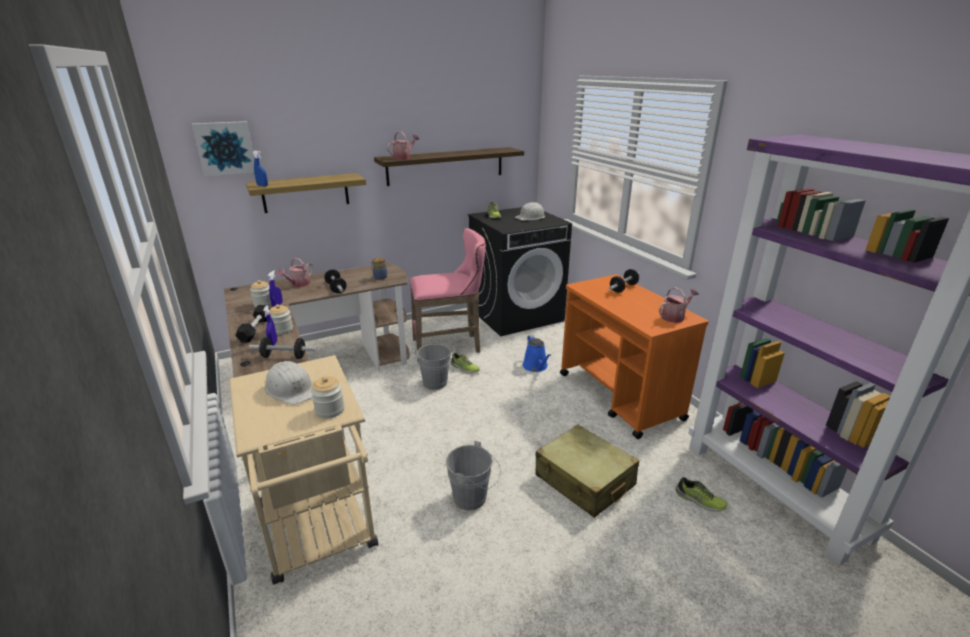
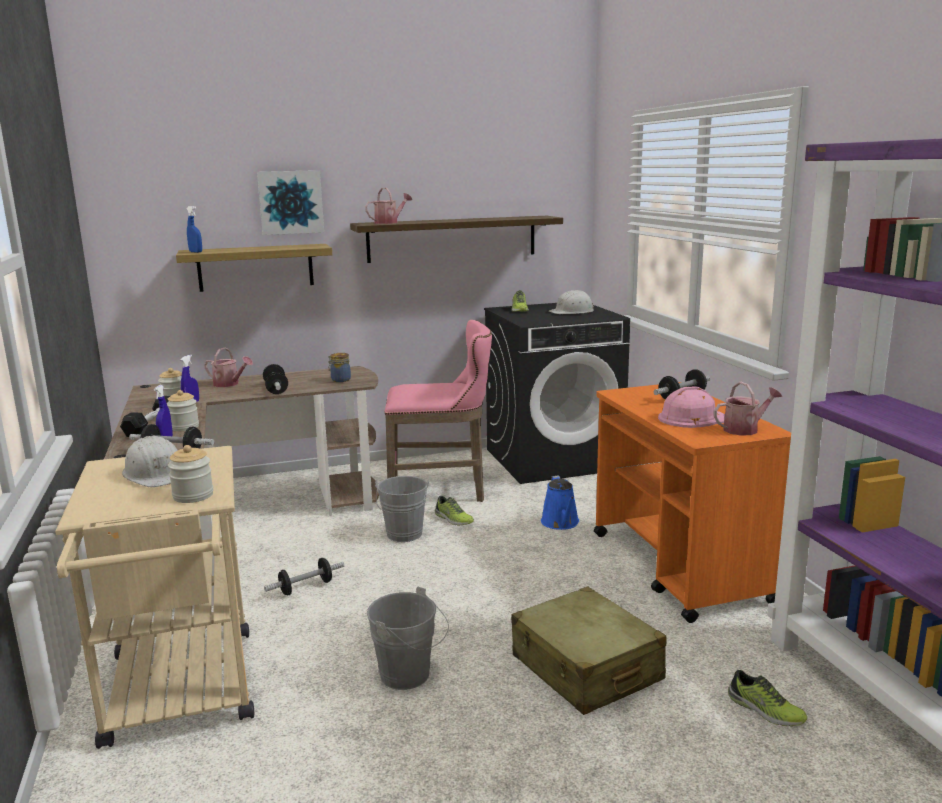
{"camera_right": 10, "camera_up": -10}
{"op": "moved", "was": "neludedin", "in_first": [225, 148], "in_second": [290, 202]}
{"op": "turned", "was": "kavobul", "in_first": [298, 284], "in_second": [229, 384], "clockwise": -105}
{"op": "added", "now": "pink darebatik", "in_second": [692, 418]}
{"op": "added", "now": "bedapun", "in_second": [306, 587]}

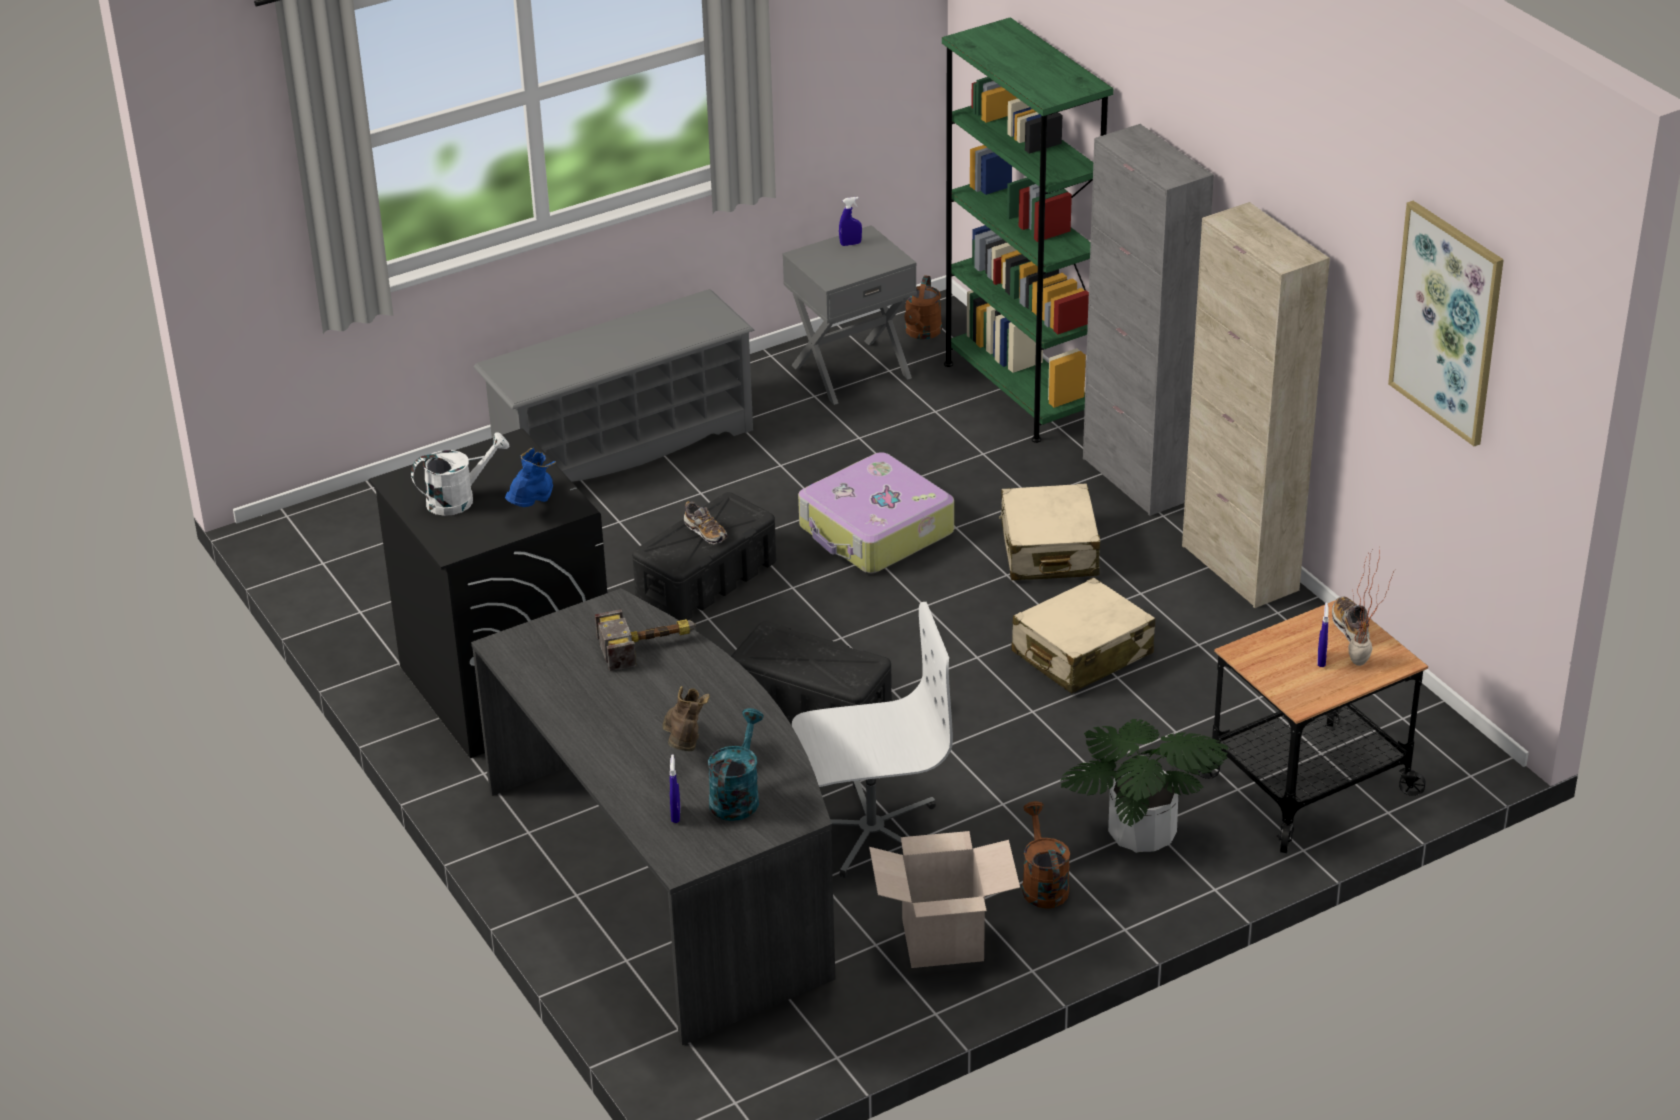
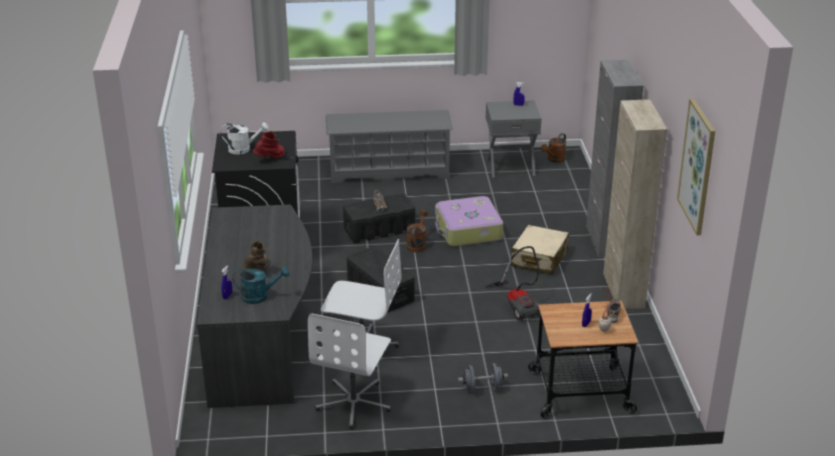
{"camera_right": 25, "camera_up": -5}
{"op": "removed", "was": "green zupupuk", "in_first": [1019, 391]}
{"op": "recoloured", "was": "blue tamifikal", "now": "red tamifikal", "in_first": [533, 505], "in_second": [270, 159]}
{"op": "replaced", "was": "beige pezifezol", "now": "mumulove", "in_first": [1081, 653], "in_second": [518, 304]}
{"op": "removed", "was": "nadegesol", "in_first": [650, 645]}
{"op": "turned", "was": "turquoise kavobul", "in_first": [737, 795], "in_second": [260, 296], "clockwise": 45}
{"op": "replaced", "was": "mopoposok", "now": "grey bedapun", "in_first": [1141, 834], "in_second": [482, 388]}
{"op": "moved", "was": "brown kavobul", "in_first": [1042, 884], "in_second": [417, 244]}
{"op": "replaced", "was": "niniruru", "now": "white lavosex", "in_first": [943, 940], "in_second": [354, 403]}

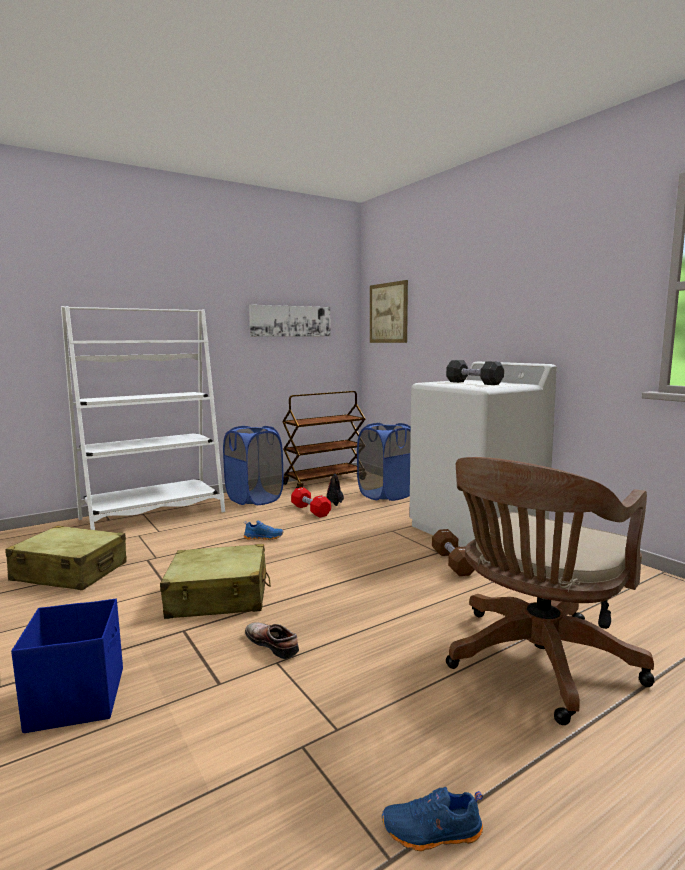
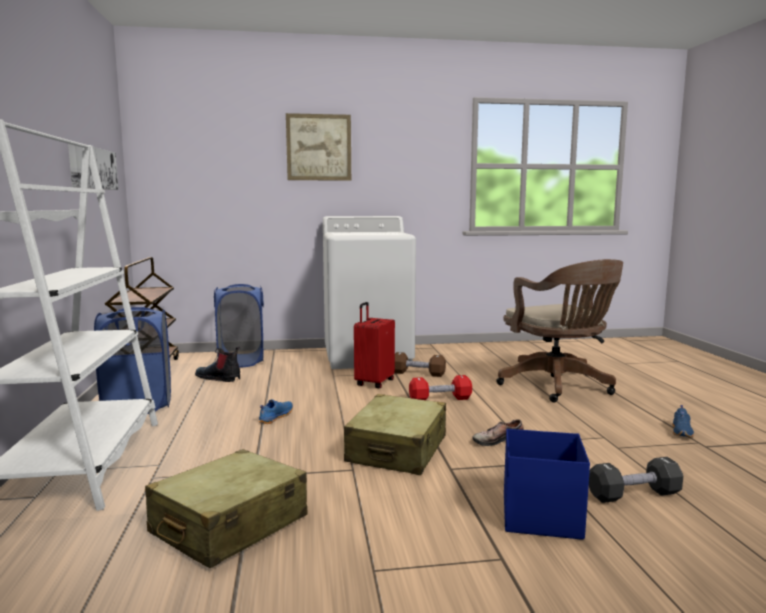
{"camera_right": -65, "camera_up": 0}
{"op": "moved", "was": "neludedin", "in_first": [388, 313], "in_second": [319, 147]}
{"op": "moved", "was": "black bedapun", "in_first": [473, 383], "in_second": [634, 495]}
{"op": "moved", "was": "red bedapun", "in_first": [310, 510], "in_second": [440, 399]}
{"op": "added", "now": "red pezifezol", "in_second": [374, 383]}

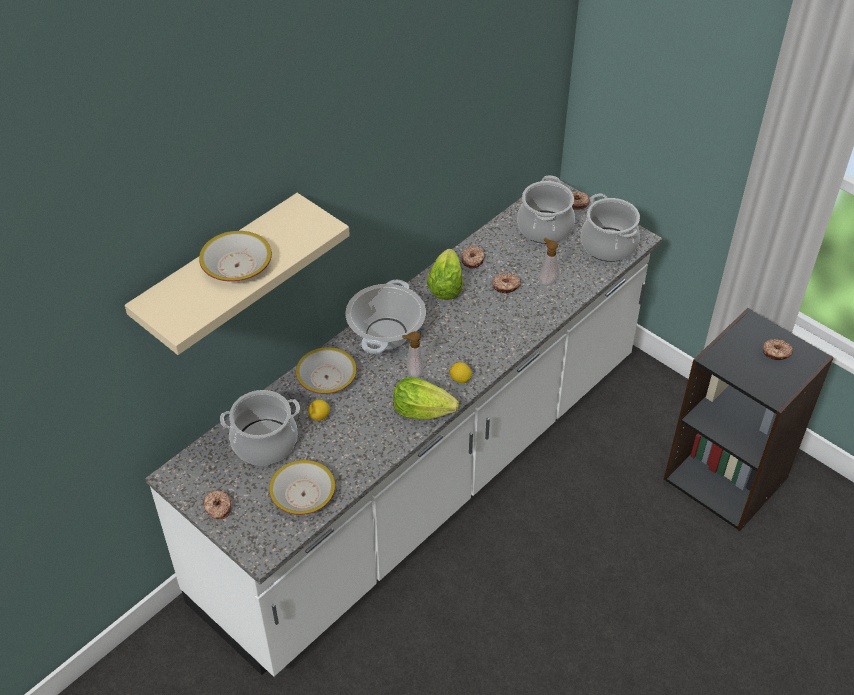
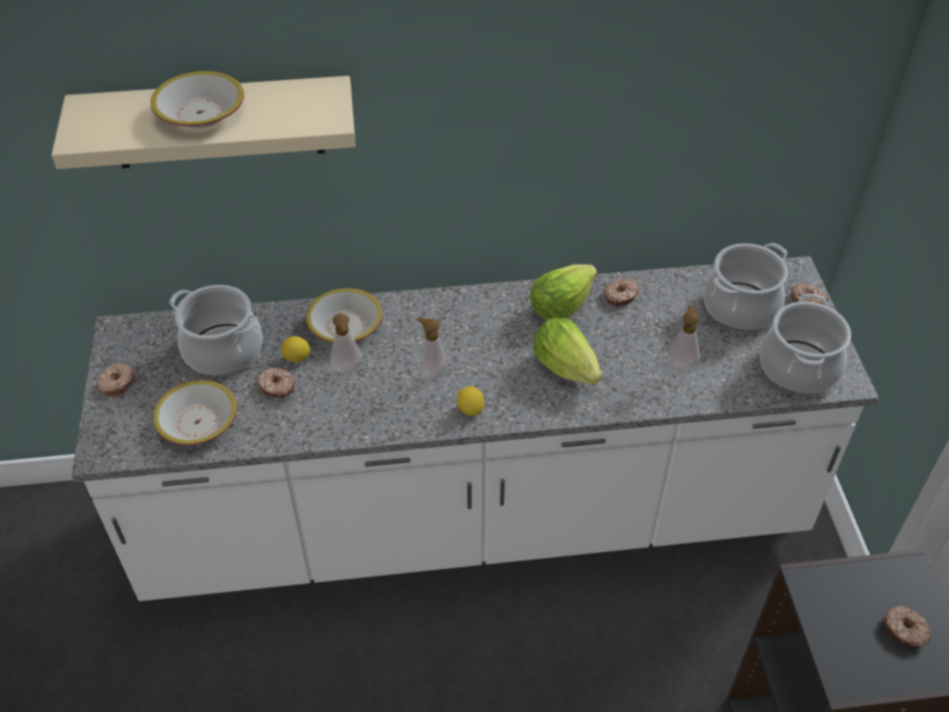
{"camera_right": 40, "camera_up": 0}
{"op": "moved", "was": "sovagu", "in_first": [506, 286], "in_second": [277, 387]}
{"op": "removed", "was": "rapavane", "in_first": [386, 333]}
{"op": "moved", "was": "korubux", "in_first": [422, 411], "in_second": [565, 367]}
{"op": "added", "now": "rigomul", "in_second": [347, 370]}

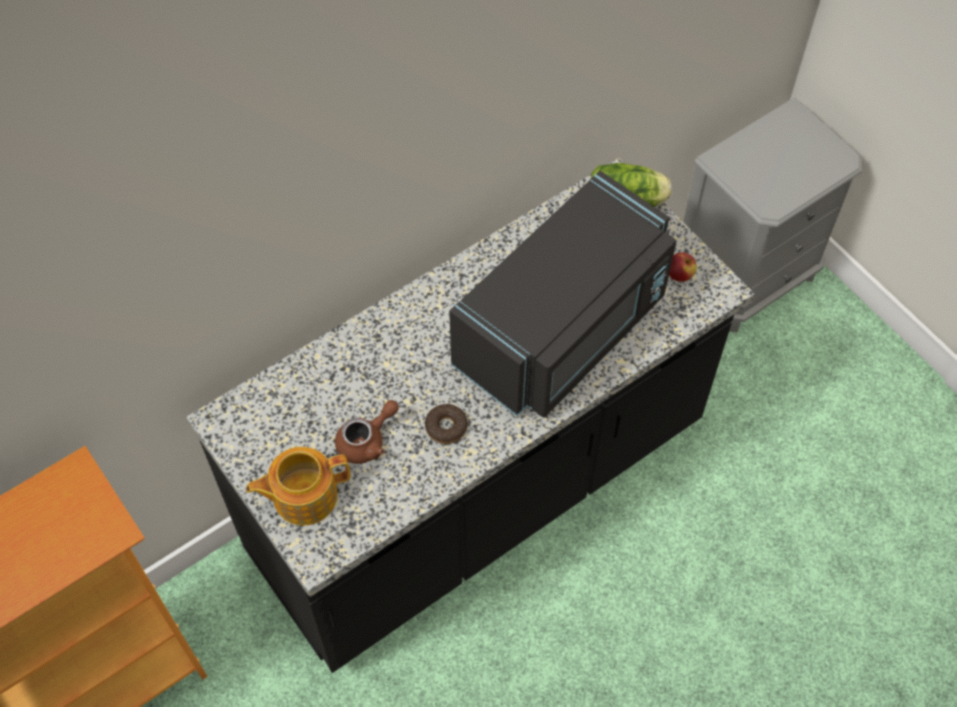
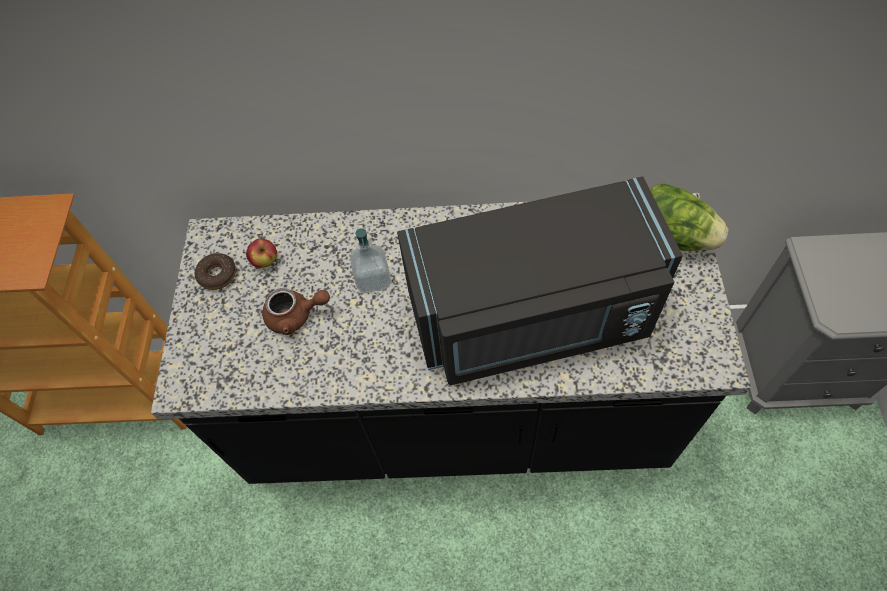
{"camera_right": 40, "camera_up": 0}
{"op": "moved", "was": "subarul", "in_first": [680, 275], "in_second": [265, 261]}
{"op": "moved", "was": "sovagu", "in_first": [446, 427], "in_second": [217, 275]}
{"op": "removed", "was": "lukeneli", "in_first": [303, 495]}
{"op": "added", "now": "rigomul", "in_second": [373, 279]}

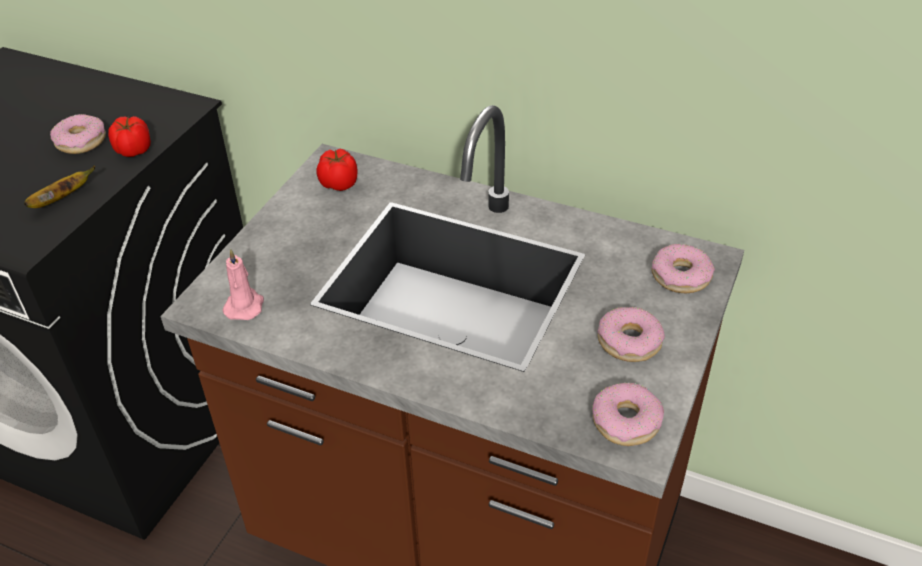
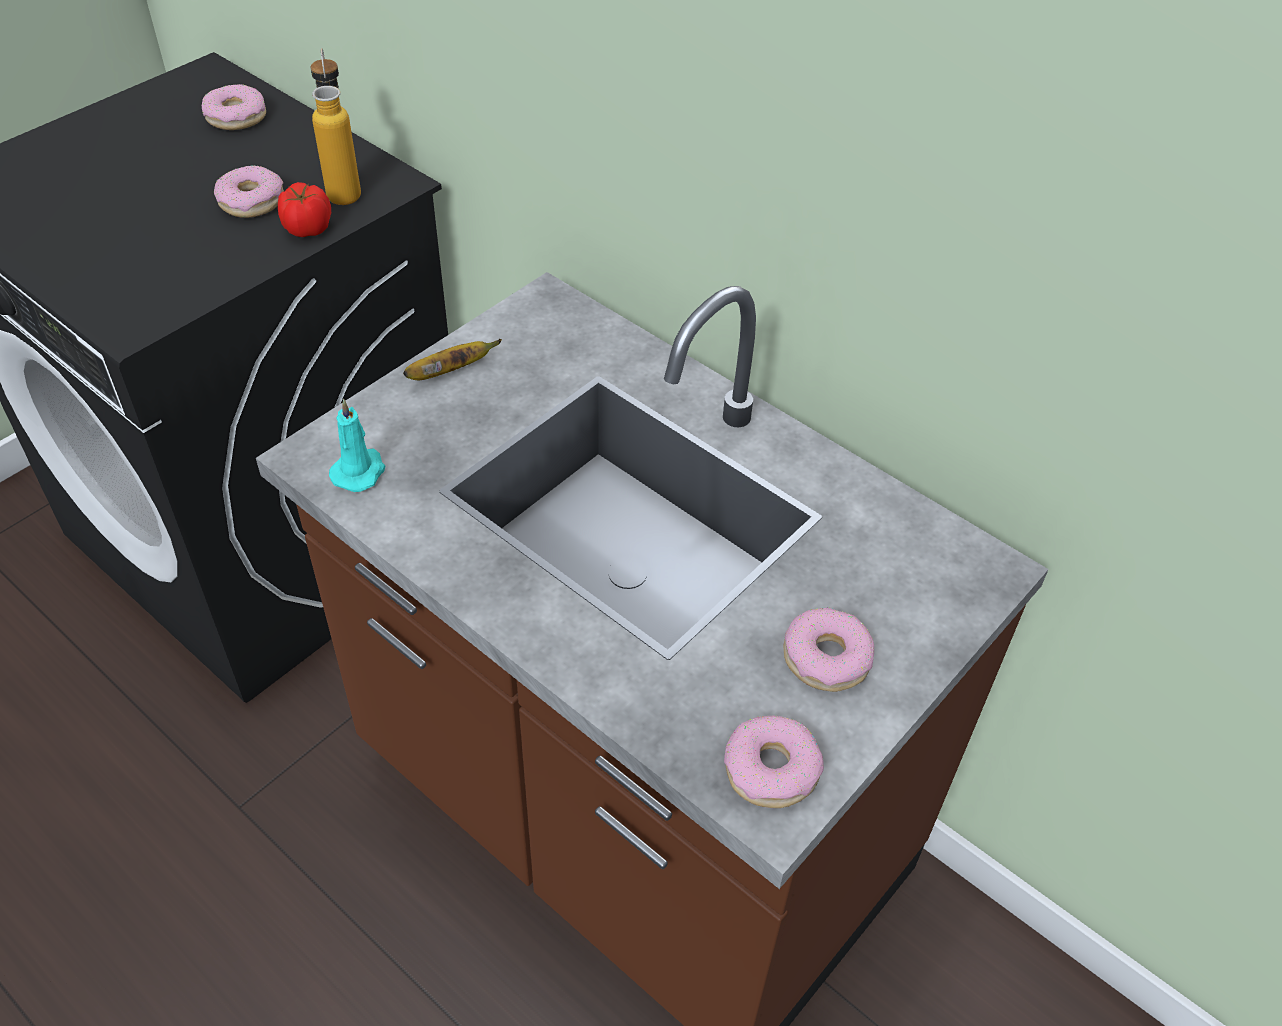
{"camera_right": 15, "camera_up": 5}
{"op": "removed", "was": "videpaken", "in_first": [339, 183]}
{"op": "moved", "was": "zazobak", "in_first": [62, 199], "in_second": [450, 372]}
{"op": "moved", "was": "sovagu", "in_first": [681, 276], "in_second": [236, 117]}
{"op": "recoloured", "was": "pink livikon", "now": "turquoise livikon", "in_first": [245, 305], "in_second": [359, 471]}
{"op": "added", "now": "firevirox", "in_second": [343, 188]}

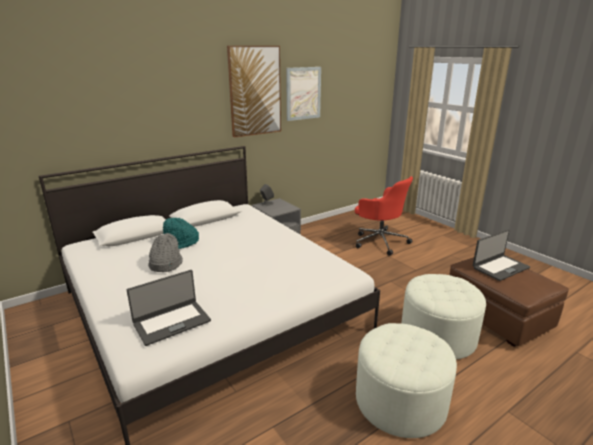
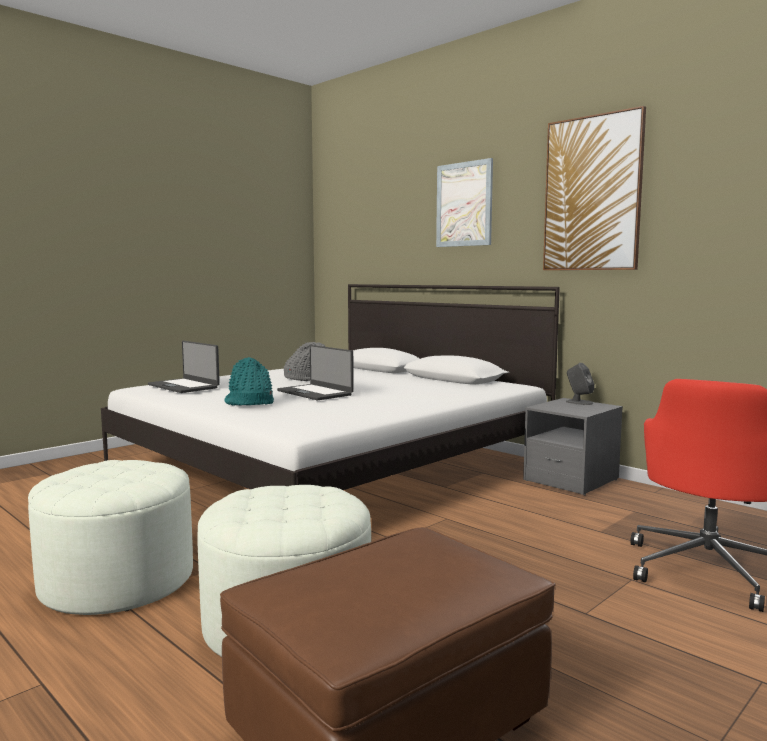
{"camera_right": 80, "camera_up": -15}
{"op": "moved", "was": "neludedin", "in_first": [303, 93], "in_second": [464, 204]}
{"op": "moved", "was": "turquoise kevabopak", "in_first": [180, 243], "in_second": [249, 403]}
{"op": "moved", "was": "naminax", "in_first": [500, 267], "in_second": [315, 393]}

